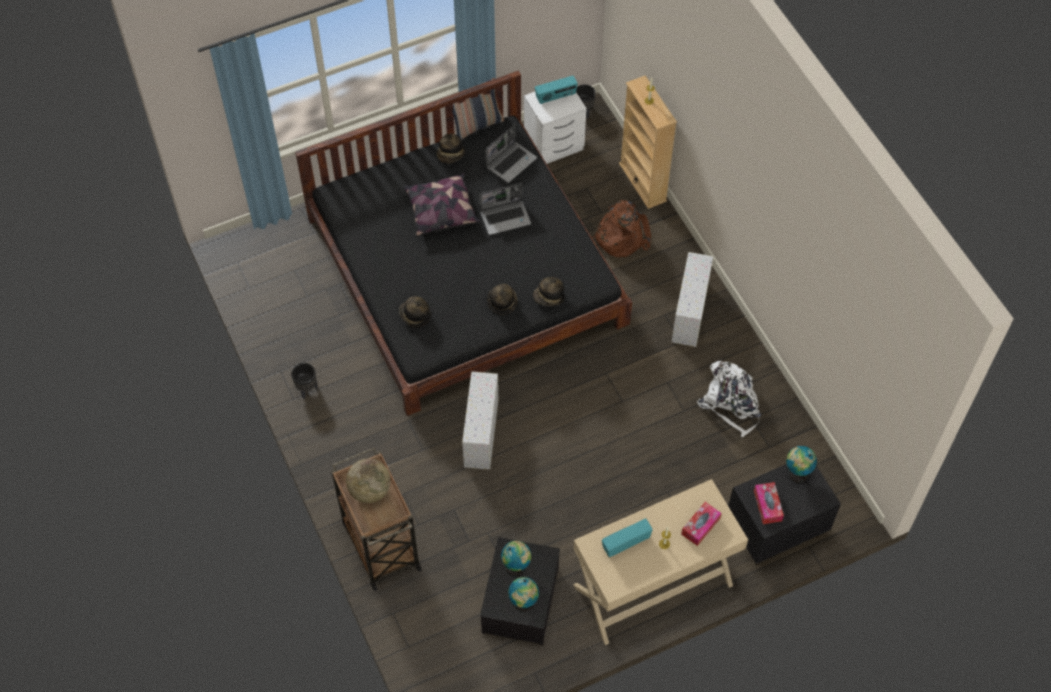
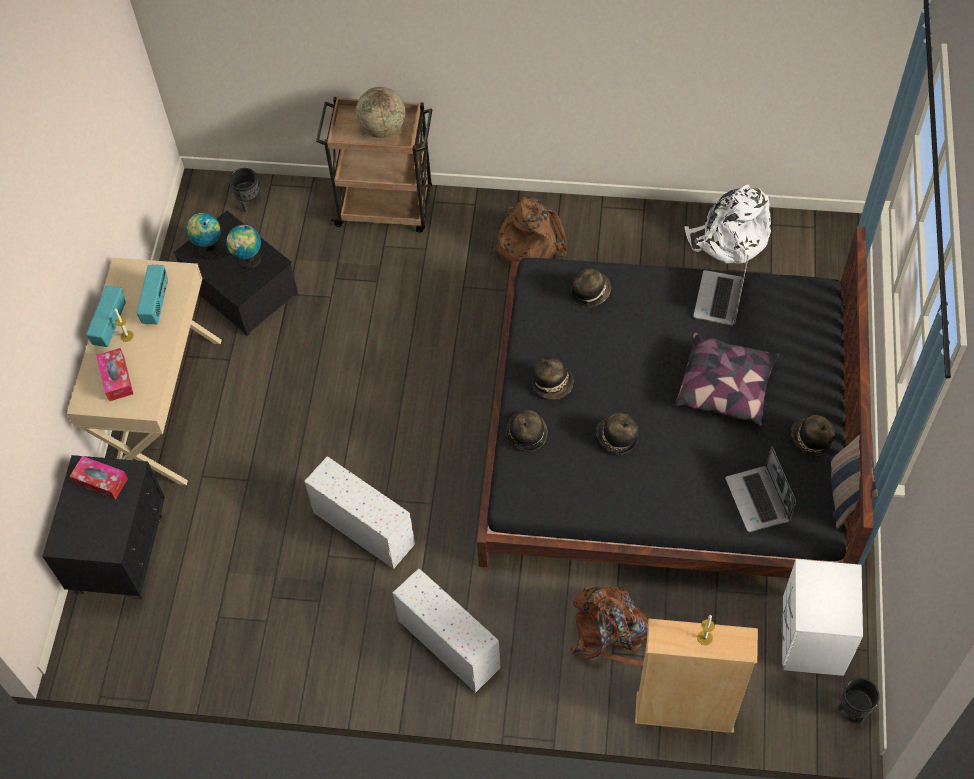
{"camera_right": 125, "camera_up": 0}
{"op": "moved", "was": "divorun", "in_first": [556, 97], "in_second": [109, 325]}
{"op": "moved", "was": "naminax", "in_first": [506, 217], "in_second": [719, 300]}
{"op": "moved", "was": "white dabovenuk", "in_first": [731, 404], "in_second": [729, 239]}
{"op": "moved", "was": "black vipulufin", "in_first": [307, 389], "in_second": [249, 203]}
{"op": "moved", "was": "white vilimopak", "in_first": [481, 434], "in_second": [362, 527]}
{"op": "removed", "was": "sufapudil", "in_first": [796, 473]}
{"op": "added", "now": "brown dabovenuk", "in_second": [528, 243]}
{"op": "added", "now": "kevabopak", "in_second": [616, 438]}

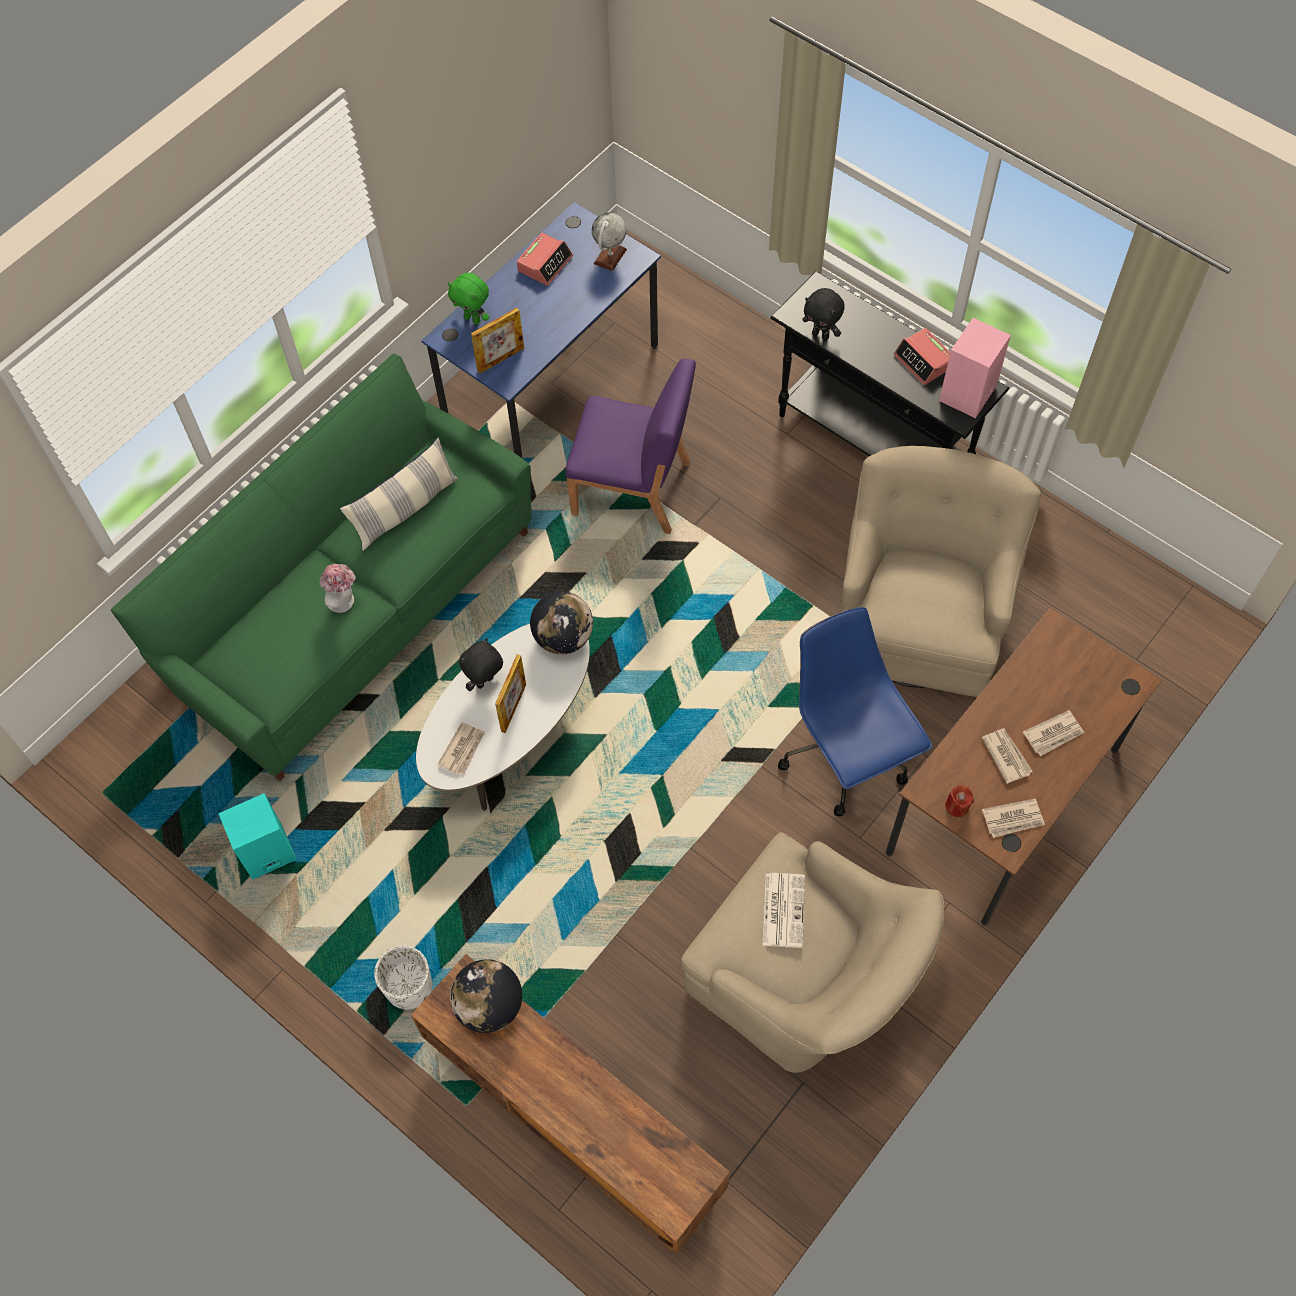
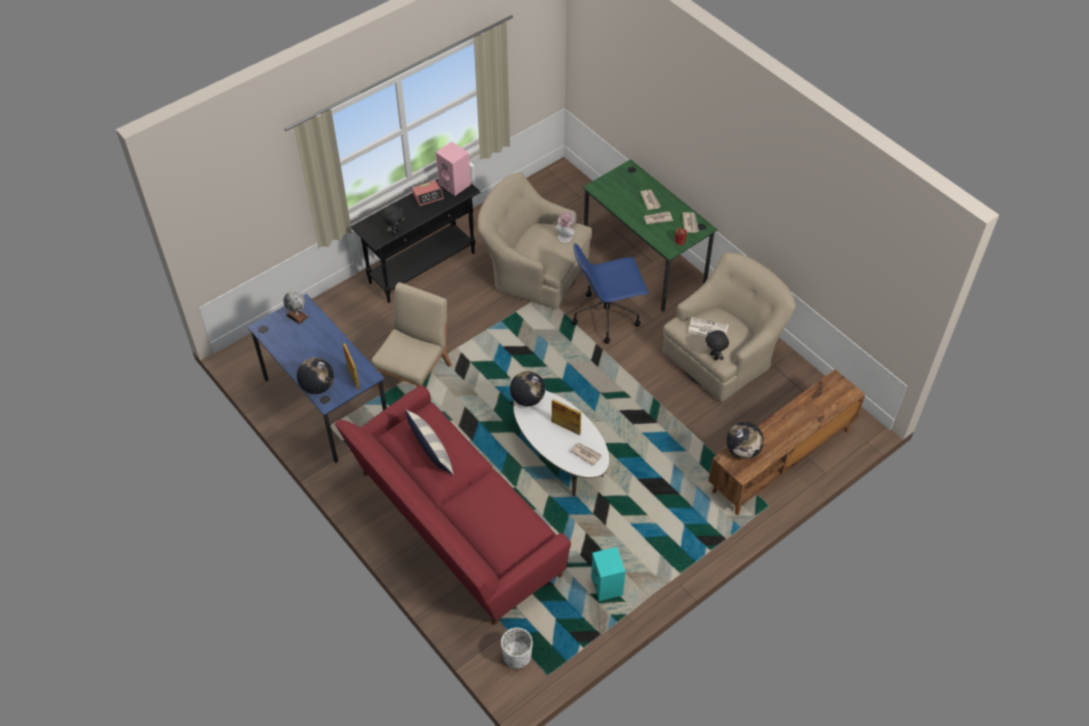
{"camera_right": -80, "camera_up": -10}
{"op": "removed", "was": "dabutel", "in_first": [545, 264]}
{"op": "replaced", "was": "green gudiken", "now": "sufapudil", "in_first": [473, 319], "in_second": [318, 386]}
{"op": "recoloured", "was": "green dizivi", "now": "red dizivi", "in_first": [352, 609], "in_second": [454, 526]}
{"op": "recoloured", "was": "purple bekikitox", "now": "beige bekikitox", "in_first": [633, 489], "in_second": [415, 376]}
{"op": "moved", "was": "kevabopak", "in_first": [344, 601], "in_second": [565, 236]}
{"op": "recoloured", "was": "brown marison", "now": "green marison", "in_first": [1003, 800], "in_second": [644, 262]}
{"op": "moved", "was": "black gudiken", "in_first": [485, 683], "in_second": [714, 356]}
{"op": "moved", "was": "white vipulufin", "in_first": [409, 987], "in_second": [516, 656]}

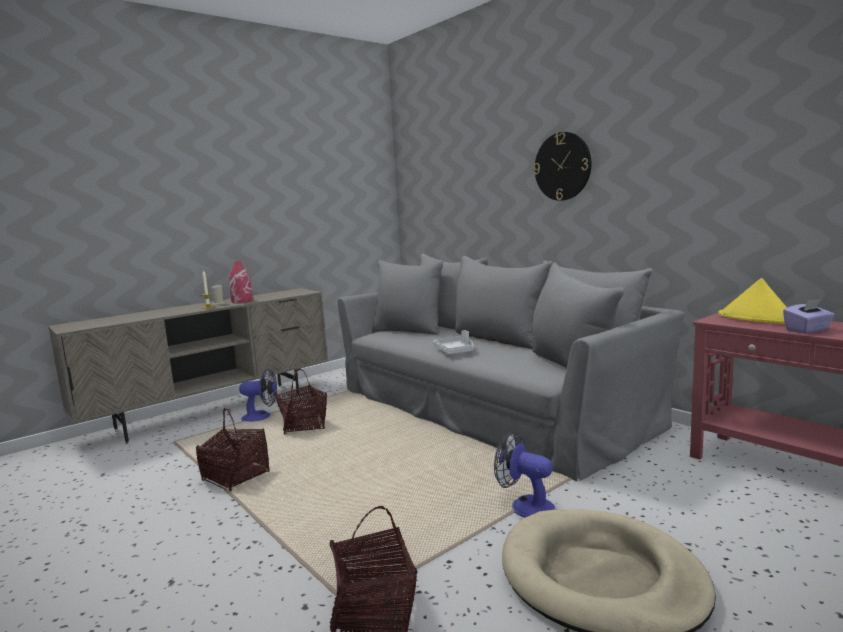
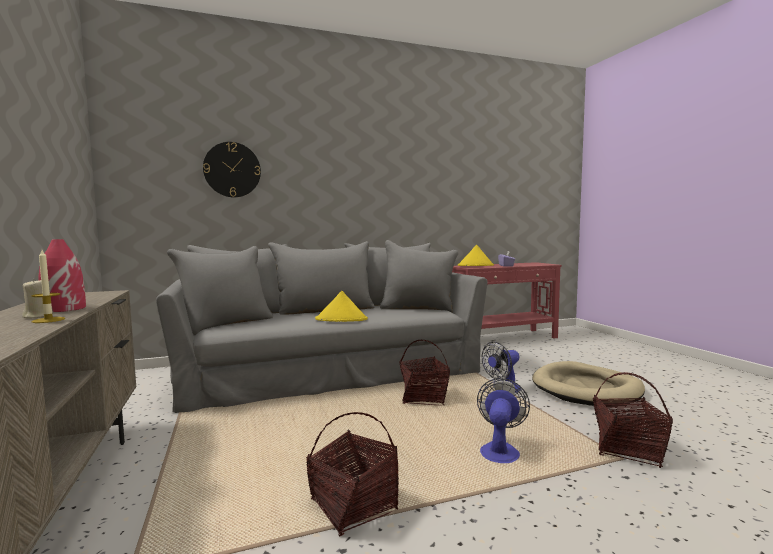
{"camera_right": -70, "camera_up": -5}
{"op": "moved", "was": "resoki", "in_first": [562, 166], "in_second": [232, 170]}
{"op": "replaced", "was": "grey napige", "now": "yellow kevabopak", "in_first": [455, 351], "in_second": [341, 319]}
{"op": "moved", "was": "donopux", "in_first": [261, 417], "in_second": [500, 450]}
{"op": "moved", "was": "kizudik", "in_first": [304, 426], "in_second": [423, 398]}

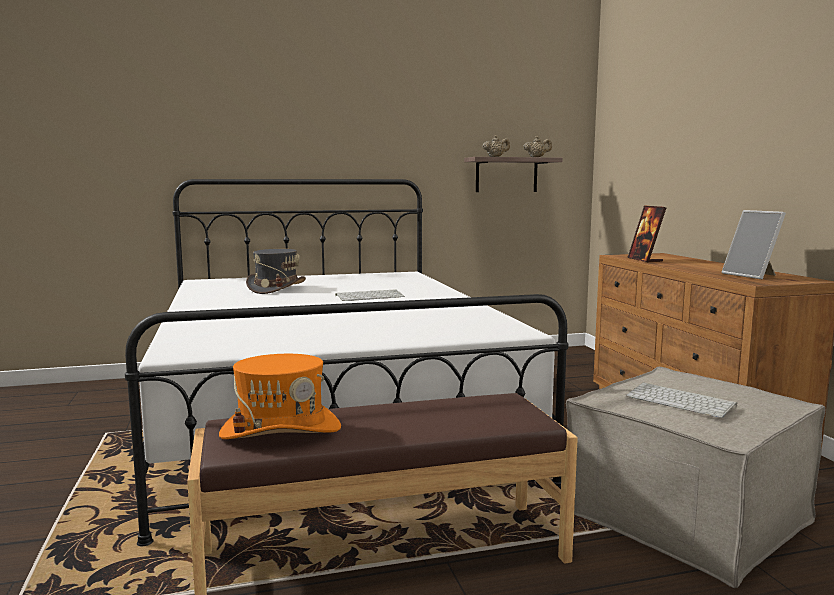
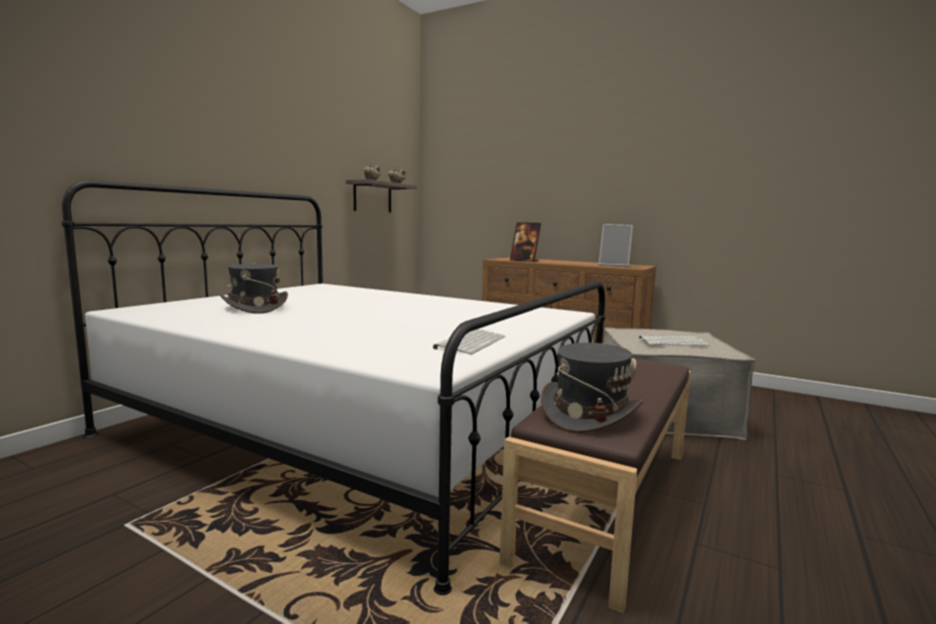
{"camera_right": -45, "camera_up": 0}
{"op": "moved", "was": "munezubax", "in_first": [370, 296], "in_second": [470, 342]}
{"op": "recoloured", "was": "orange kevabopak", "now": "grey kevabopak", "in_first": [281, 430], "in_second": [589, 414]}

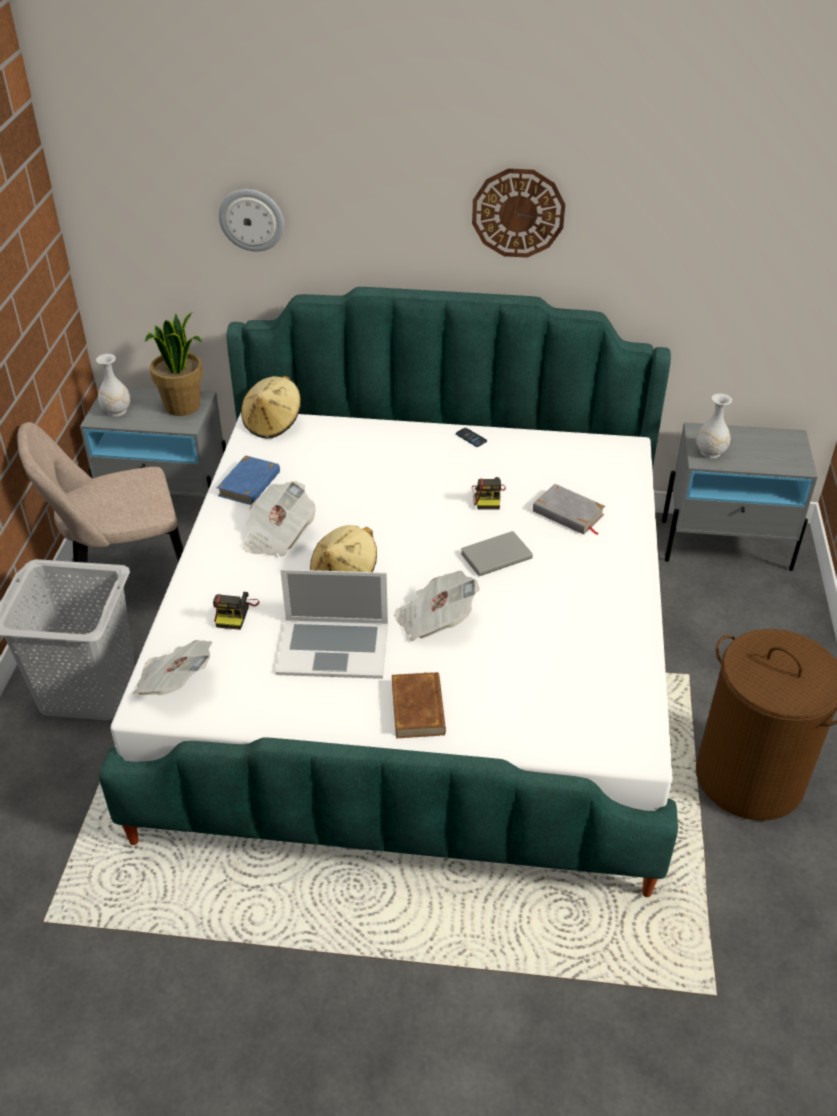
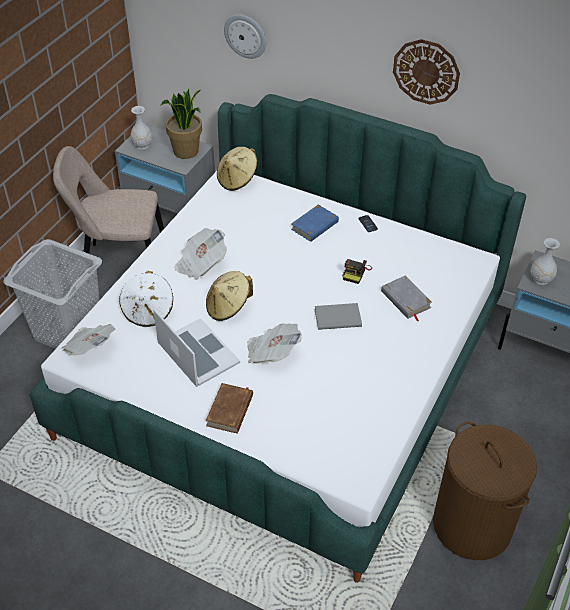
{"camera_right": 20, "camera_up": 5}
{"op": "moved", "was": "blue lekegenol", "in_first": [250, 484], "in_second": [315, 226]}
{"op": "turned", "was": "naminax", "in_first": [333, 647], "in_second": [197, 353], "clockwise": -150}
{"op": "replaced", "was": "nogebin", "now": "white kevabopak", "in_first": [235, 613], "in_second": [148, 311]}

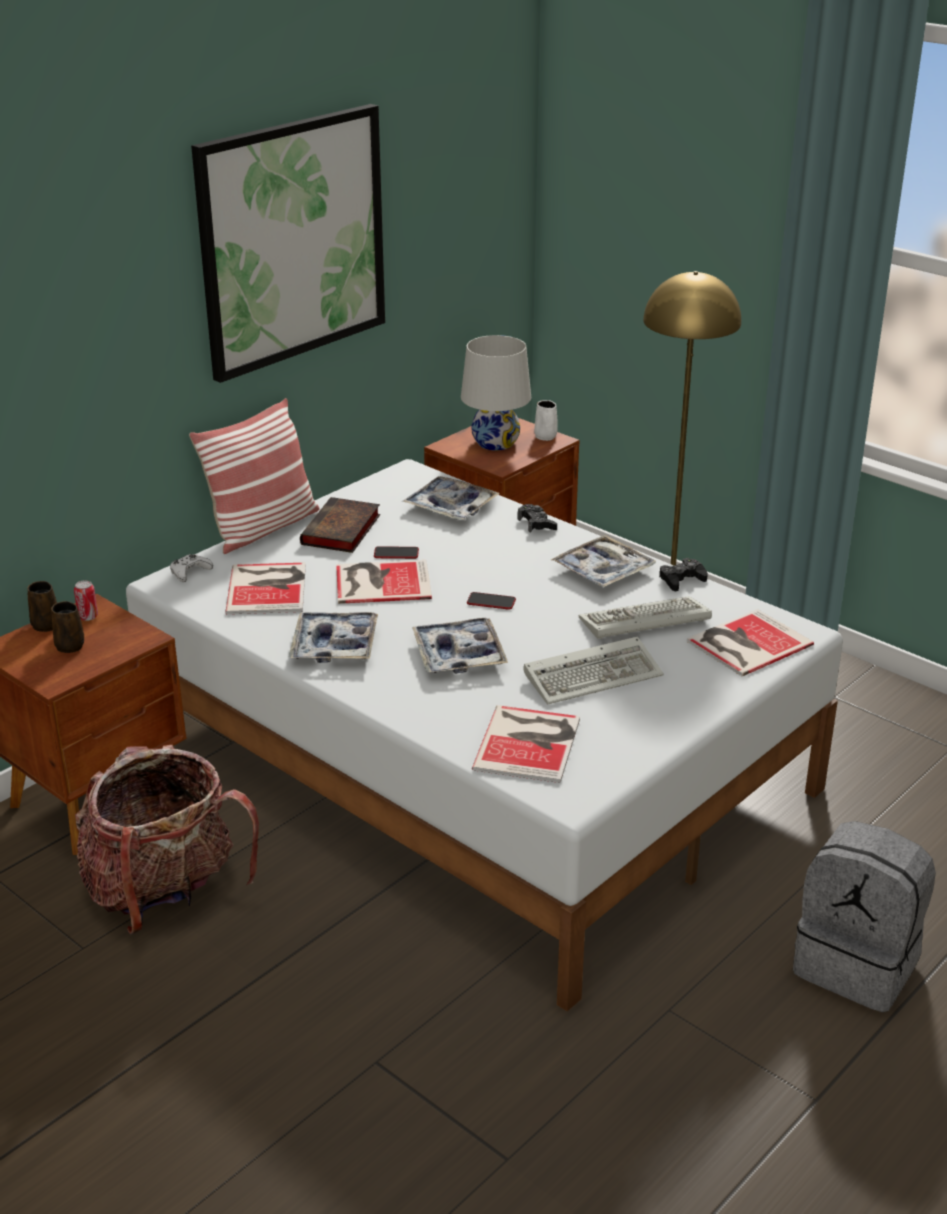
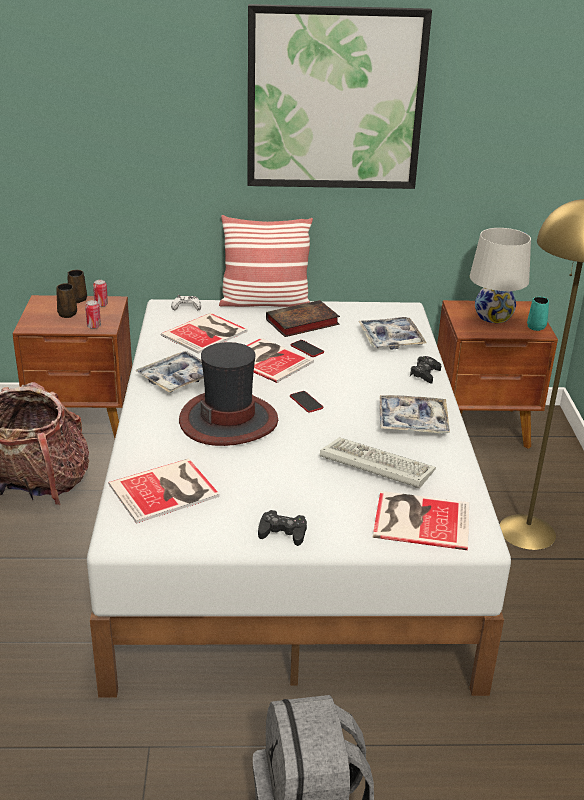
{"camera_right": 45, "camera_up": 0}
{"op": "recoloured", "was": "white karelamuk", "now": "turquoise karelamuk", "in_first": [545, 436], "in_second": [536, 326]}
{"op": "moved", "was": "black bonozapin", "in_first": [681, 580], "in_second": [283, 532]}
{"op": "replaced", "was": "napige", "now": "kevabopak", "in_first": [459, 655], "in_second": [229, 420]}
{"op": "removed", "was": "munezubax", "in_first": [595, 675]}
{"op": "added", "now": "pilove", "in_second": [94, 326]}

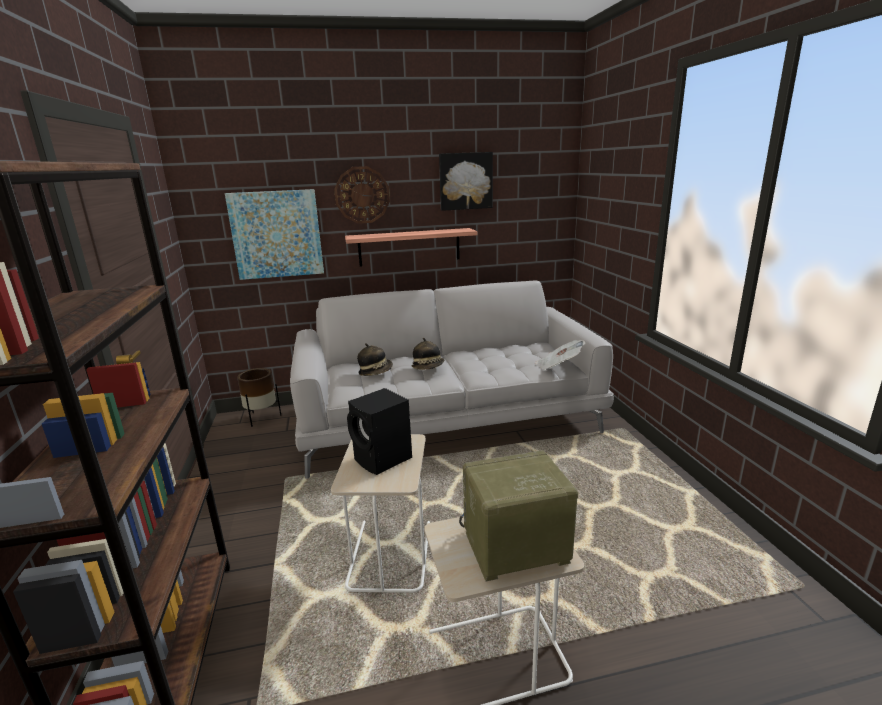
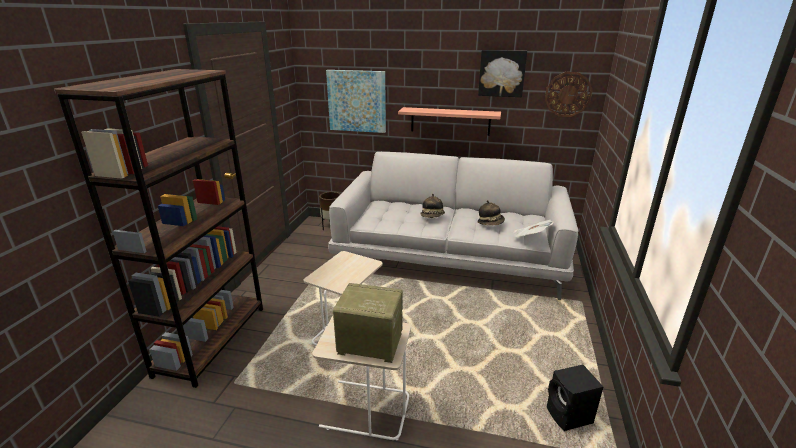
{"camera_right": 25, "camera_up": 5}
{"op": "moved", "was": "resoki", "in_first": [362, 195], "in_second": [568, 94]}
{"op": "moved", "was": "kevabopak", "in_first": [376, 372], "in_second": [490, 223]}
{"op": "moved", "was": "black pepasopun", "in_first": [383, 460], "in_second": [569, 417]}

